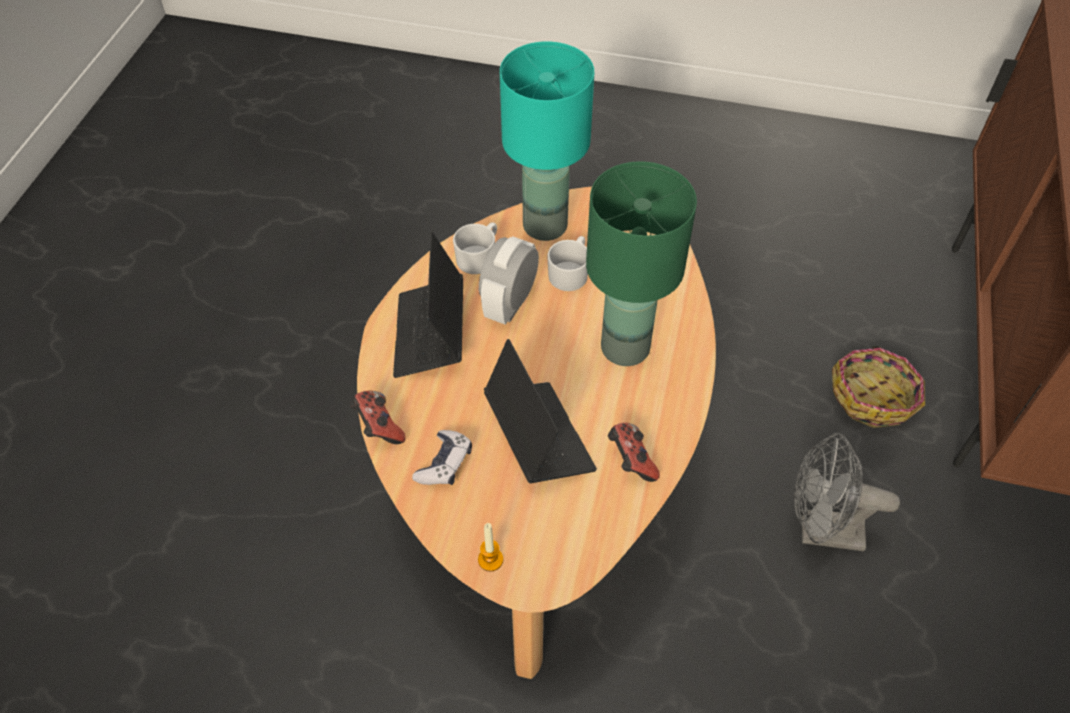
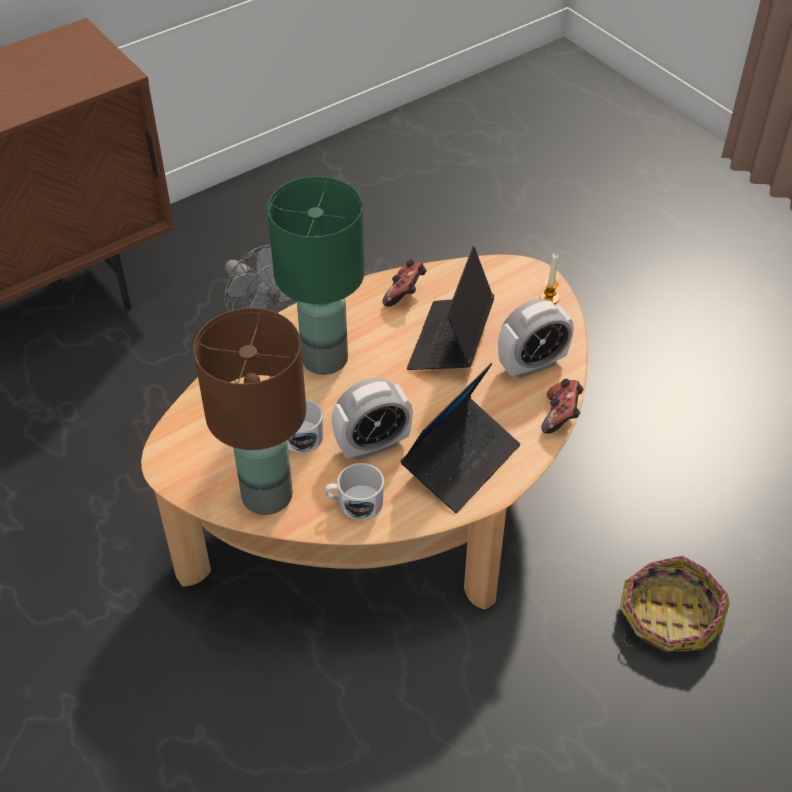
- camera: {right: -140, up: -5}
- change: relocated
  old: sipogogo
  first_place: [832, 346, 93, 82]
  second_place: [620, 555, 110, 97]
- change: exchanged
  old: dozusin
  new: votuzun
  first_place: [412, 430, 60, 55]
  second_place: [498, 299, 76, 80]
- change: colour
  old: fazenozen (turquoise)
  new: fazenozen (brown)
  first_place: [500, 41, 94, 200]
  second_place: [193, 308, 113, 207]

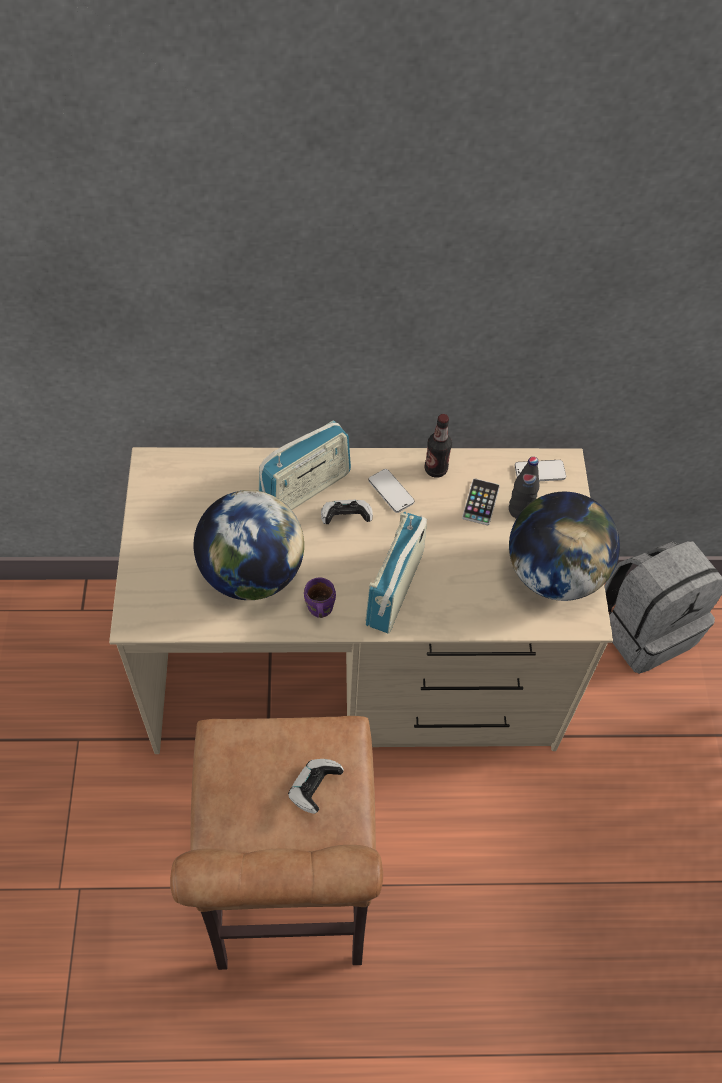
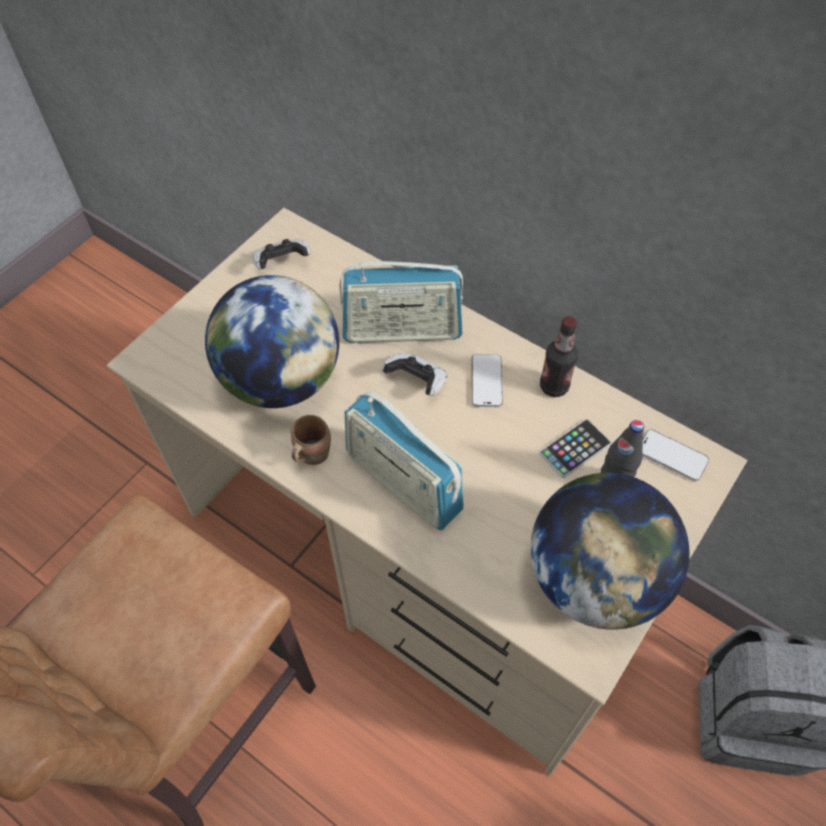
- camera: {right: 40, up: 0}
- change: relocated
  old: dozusin
  first_place: [288, 759, 56, 55]
  second_place: [252, 239, 59, 30]
- change: colour
  old: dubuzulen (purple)
  new: dubuzulen (brown)
  first_place: [304, 578, 32, 40]
  second_place: [291, 415, 40, 50]
- change: spun
  old: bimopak
  first_place: [366, 512, 61, 122]
  second_place: [345, 392, 119, 138]
  degrees: -105

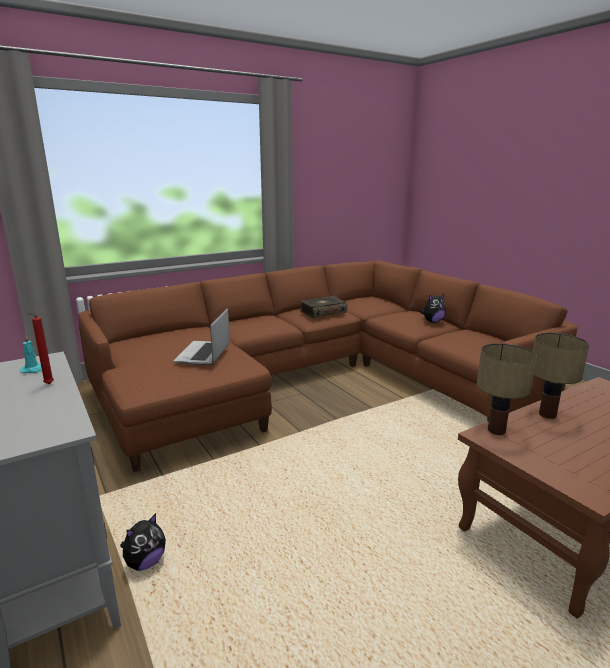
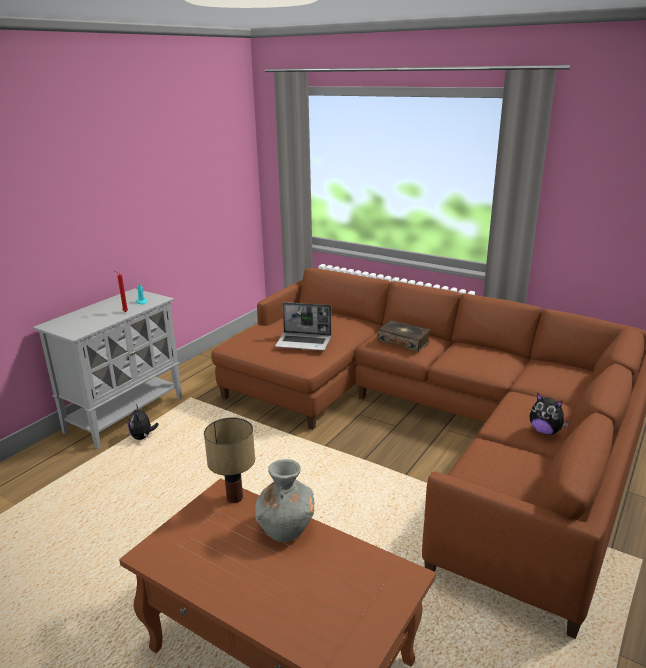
- camera: {right: 65, up: 5}
- change: relocated
  old: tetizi
  first_place: [300, 296, 48, 22]
  second_place: [377, 320, 53, 32]
- change: exchanged
  old: fazenozen
  new: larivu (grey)
  first_place: [533, 333, 56, 86]
  second_place: [255, 459, 59, 84]
- change: spun
  old: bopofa
  first_place: [120, 513, 46, 58]
  second_place: [128, 405, 31, 35]
  degrees: 60
- change: spun
  old: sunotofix
  first_place: [173, 308, 57, 57]
  second_place: [275, 302, 56, 49]
  degrees: -150

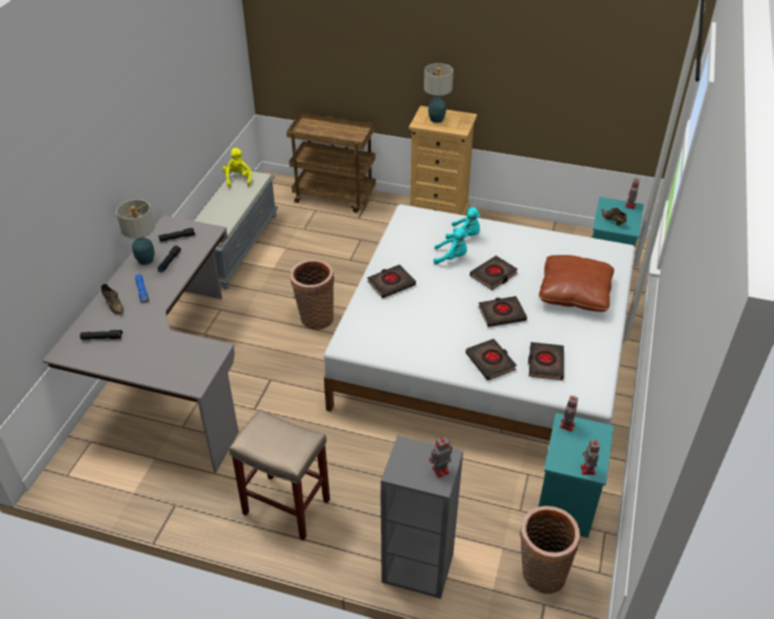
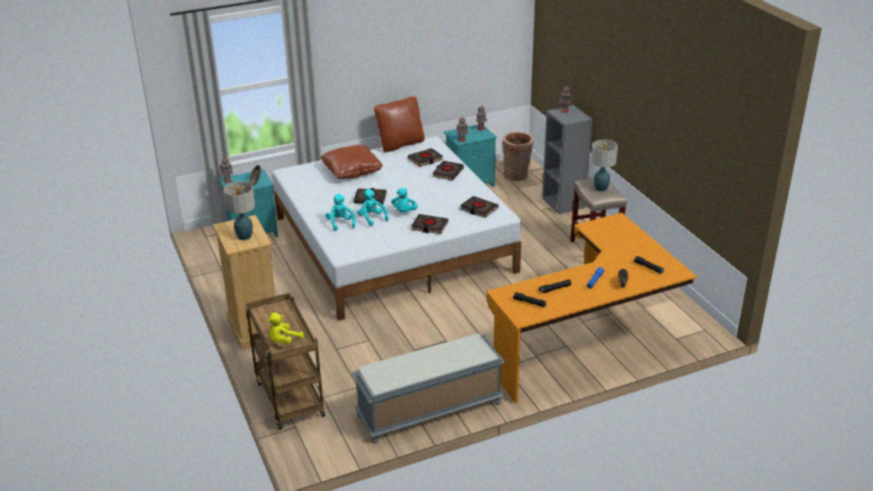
- camera: {right: -130, up: -10}
- change: missing
  old: sipogogo
  first_place: [290, 259, 44, 71]
- change: appeared
  new: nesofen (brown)
  second_place: [374, 96, 50, 56]
- change: appeared
  new: bopofa (turquoise)
  second_place: [391, 188, 27, 25]
- change: relocated
  old: fazenozen
  first_place: [116, 199, 39, 66]
  second_place: [591, 140, 27, 52]
- change: relocated
  old: bopofa (yellow)
  first_place: [222, 148, 30, 39]
  second_place: [267, 312, 37, 32]
- change: relocated
  old: tetizi (black)
  first_place: [478, 296, 49, 31]
  second_place: [460, 196, 38, 22]
- change: colour
  old: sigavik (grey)
  new: sigavik (orange)
  first_place: [42, 215, 197, 258]
  second_place: [486, 213, 211, 191]

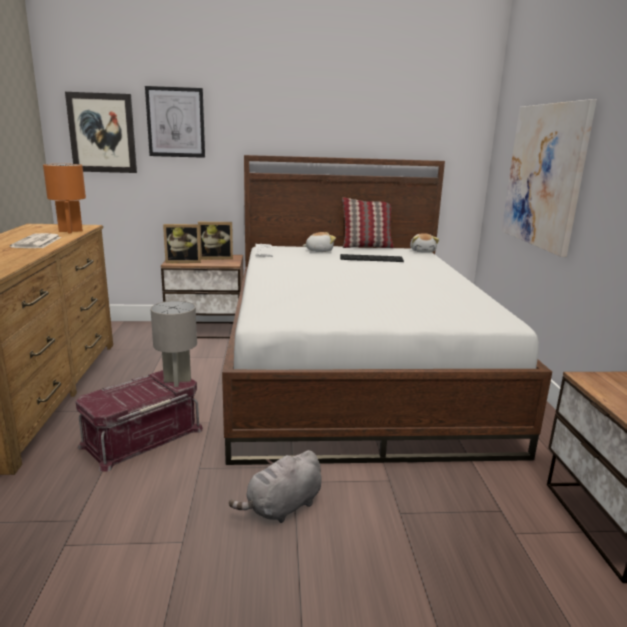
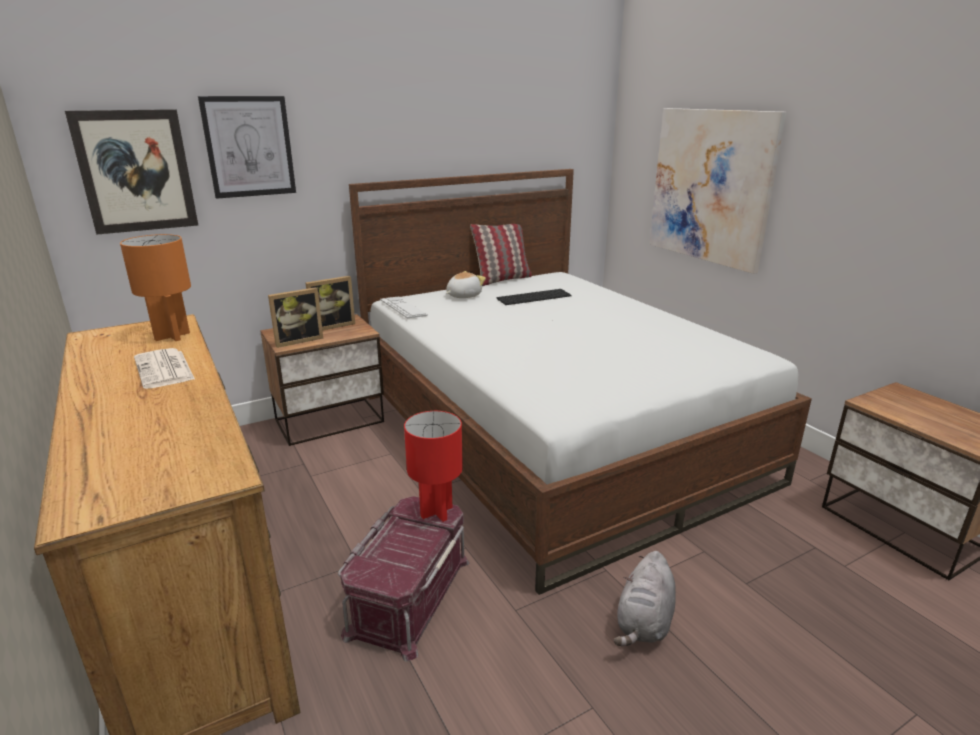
- camera: {right: -25, up: 5}
- change: missing
  old: bopofa
  first_place: [410, 233, 29, 20]
- change: colour
  old: fazenozen (grey)
  new: fazenozen (red)
  first_place: [150, 301, 47, 86]
  second_place: [404, 411, 59, 111]

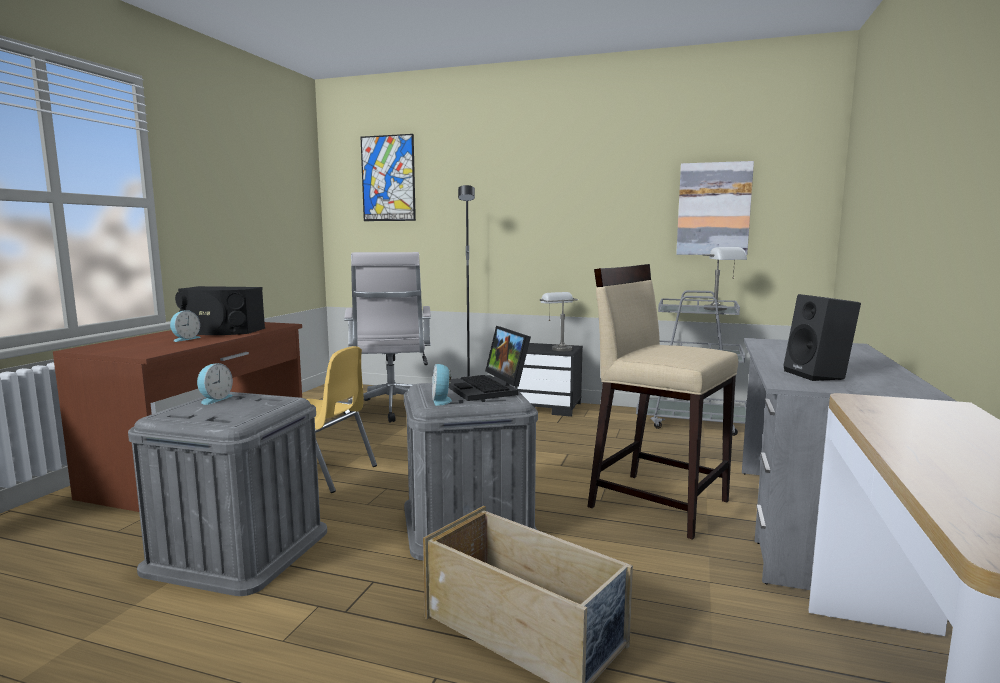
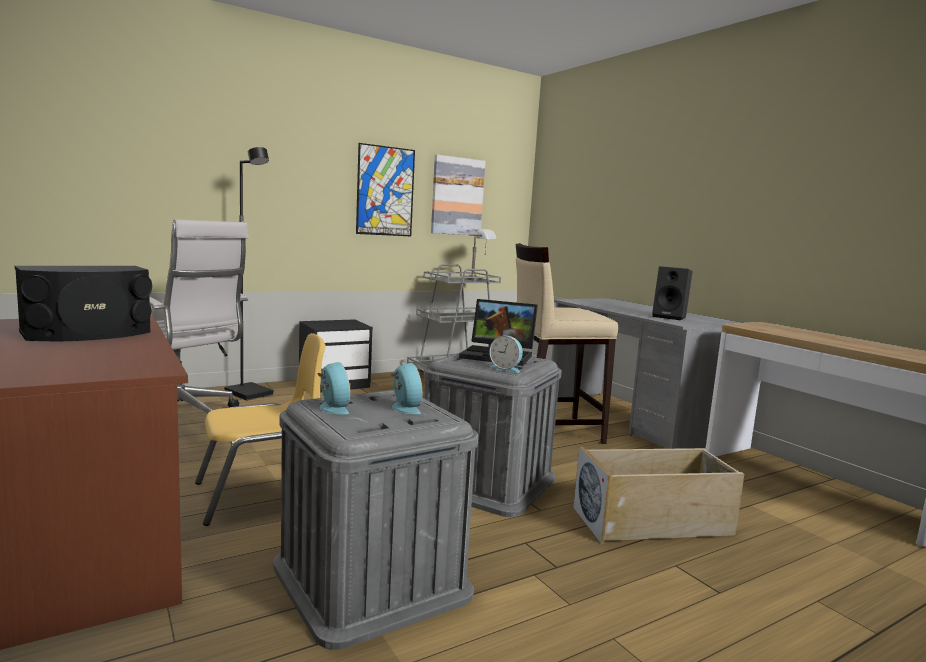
- camera: {right: -50, up: 0}
- change: missing
  old: fazenozen (grey)
  first_place: [540, 292, 38, 59]
- change: relocated
  old: votuzun
  first_place: [170, 310, 31, 32]
  second_place: [391, 363, 31, 51]
- change: relocated
  old: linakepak
  first_place: [361, 134, 55, 87]
  second_place: [356, 143, 59, 93]

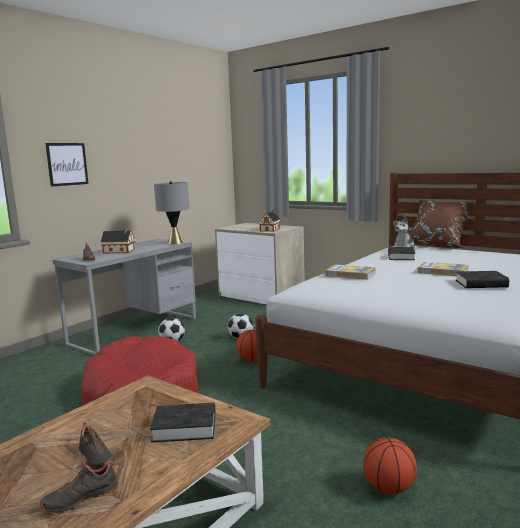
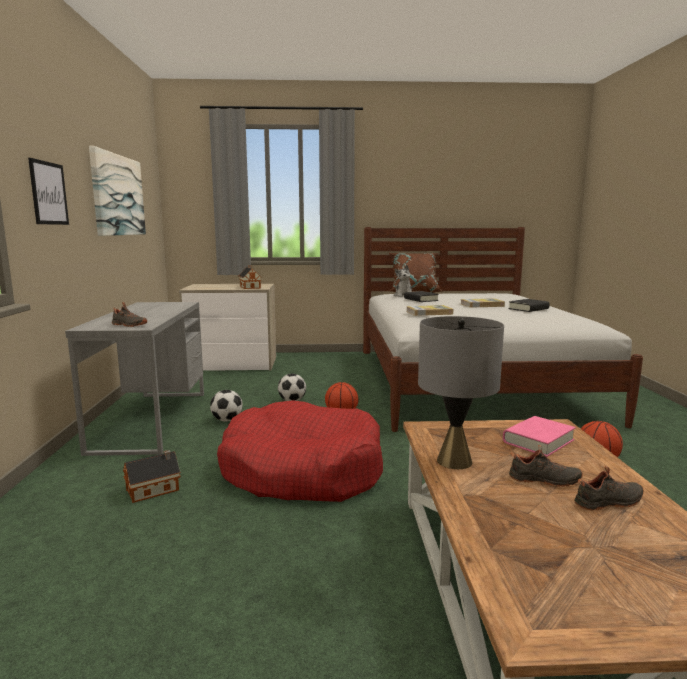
- camera: {right: -40, up: 0}
- change: appeared
  new: linakepak
  second_place: [89, 146, 57, 90]
- change: relocated
  old: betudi
  first_place: [101, 229, 34, 24]
  second_place: [123, 450, 58, 53]
- change: relocated
  old: fazenozen (grey)
  first_place: [154, 181, 35, 63]
  second_place: [418, 316, 86, 153]
- change: colour
  old: tetizi (black)
  new: tetizi (pink)
  first_place: [150, 403, 66, 39]
  second_place: [503, 416, 73, 41]
- change: spun
  old: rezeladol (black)
  first_place: [40, 458, 78, 56]
  second_place: [574, 466, 70, 44]
  degrees: -120

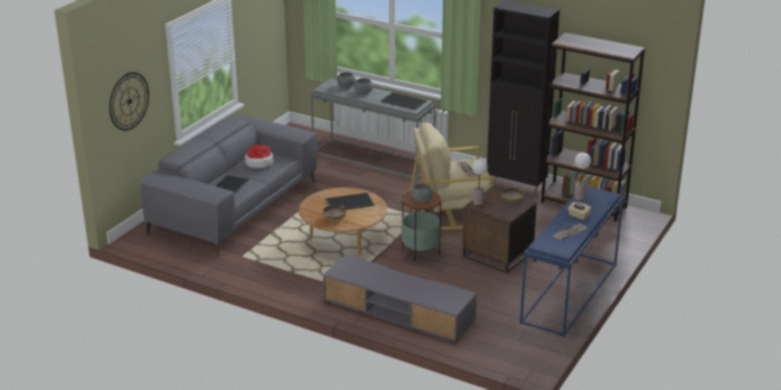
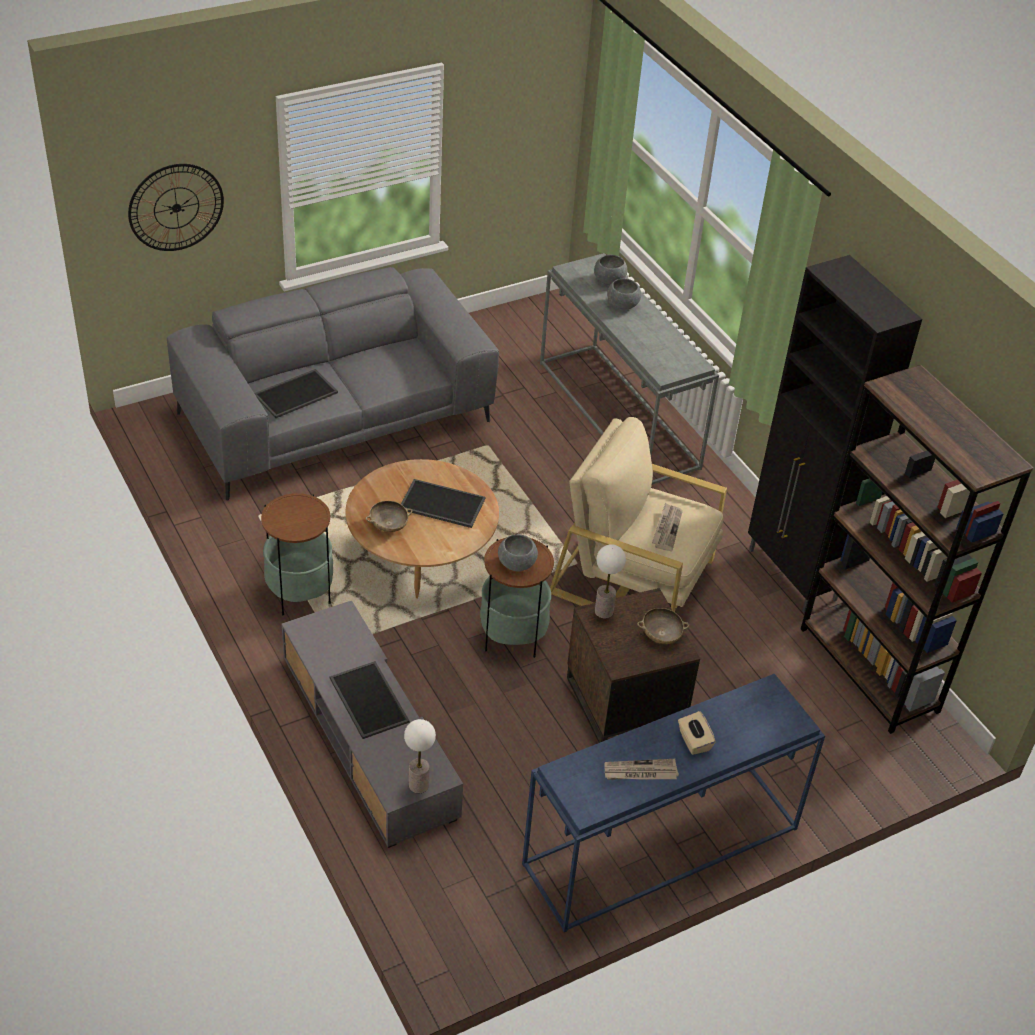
- camera: {right: 30, up: 15}
- change: missing
  old: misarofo
  first_place: [245, 145, 29, 23]
- change: appeared
  new: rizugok
  second_place: [261, 493, 72, 122]
- change: relocated
  old: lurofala
  first_place: [381, 92, 46, 18]
  second_place: [330, 661, 79, 78]
- change: relocated
  old: fazenozen
  first_place: [574, 153, 17, 48]
  second_place: [404, 719, 32, 74]

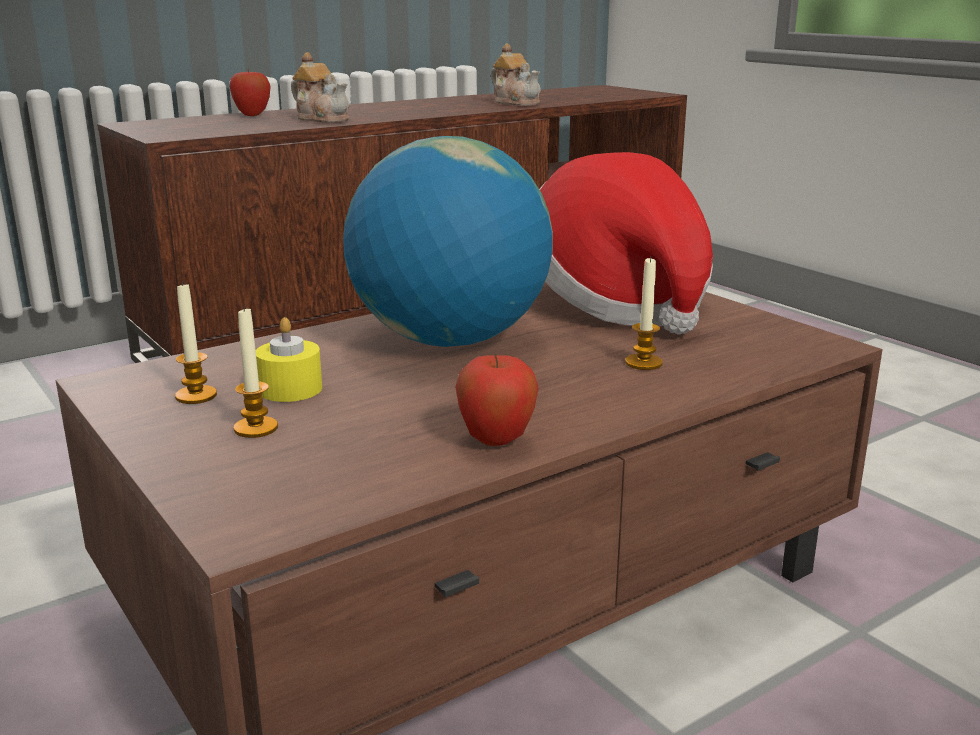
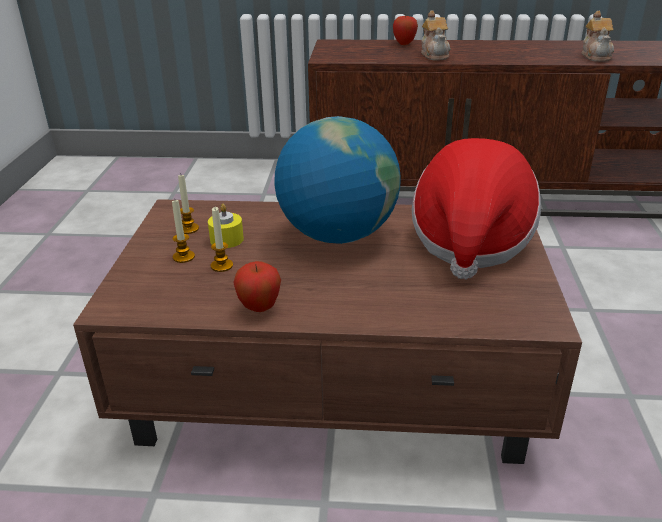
- camera: {right: 40, up: 10}
- change: relocated
  old: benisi
  first_place: [625, 256, 38, 114]
  second_place: [210, 207, 23, 65]

